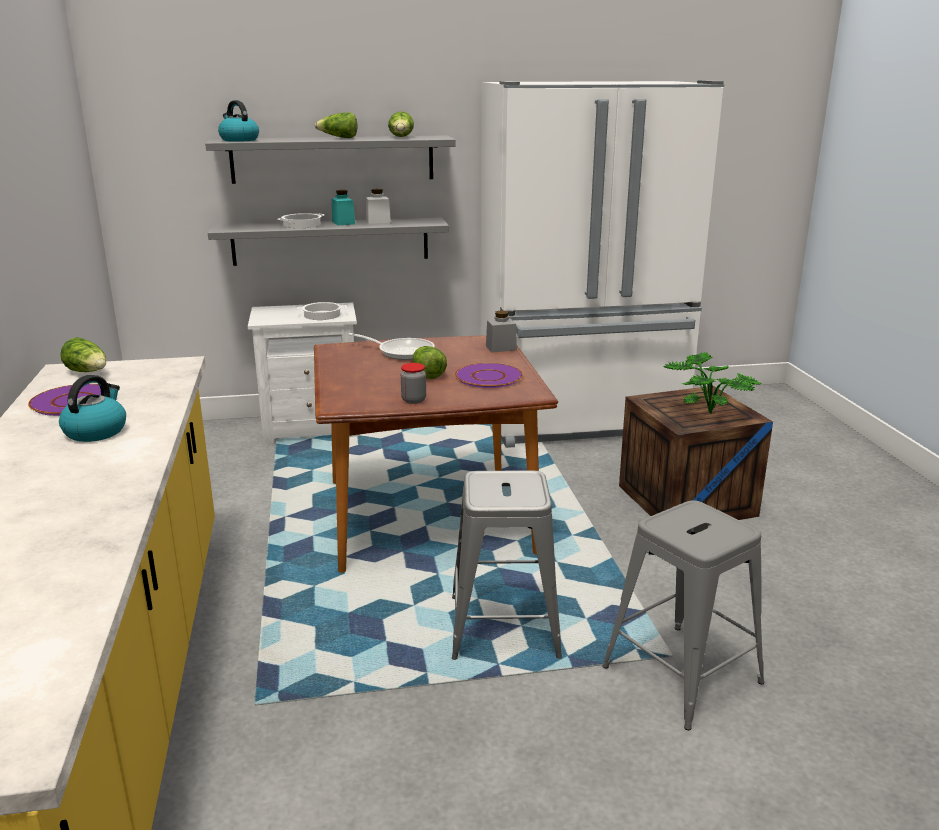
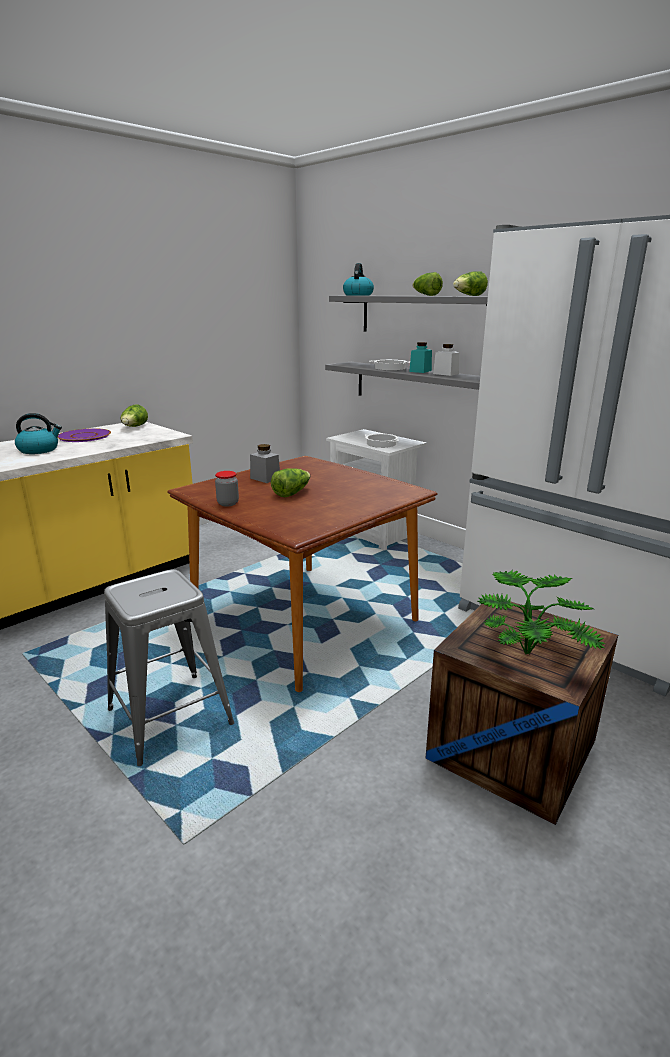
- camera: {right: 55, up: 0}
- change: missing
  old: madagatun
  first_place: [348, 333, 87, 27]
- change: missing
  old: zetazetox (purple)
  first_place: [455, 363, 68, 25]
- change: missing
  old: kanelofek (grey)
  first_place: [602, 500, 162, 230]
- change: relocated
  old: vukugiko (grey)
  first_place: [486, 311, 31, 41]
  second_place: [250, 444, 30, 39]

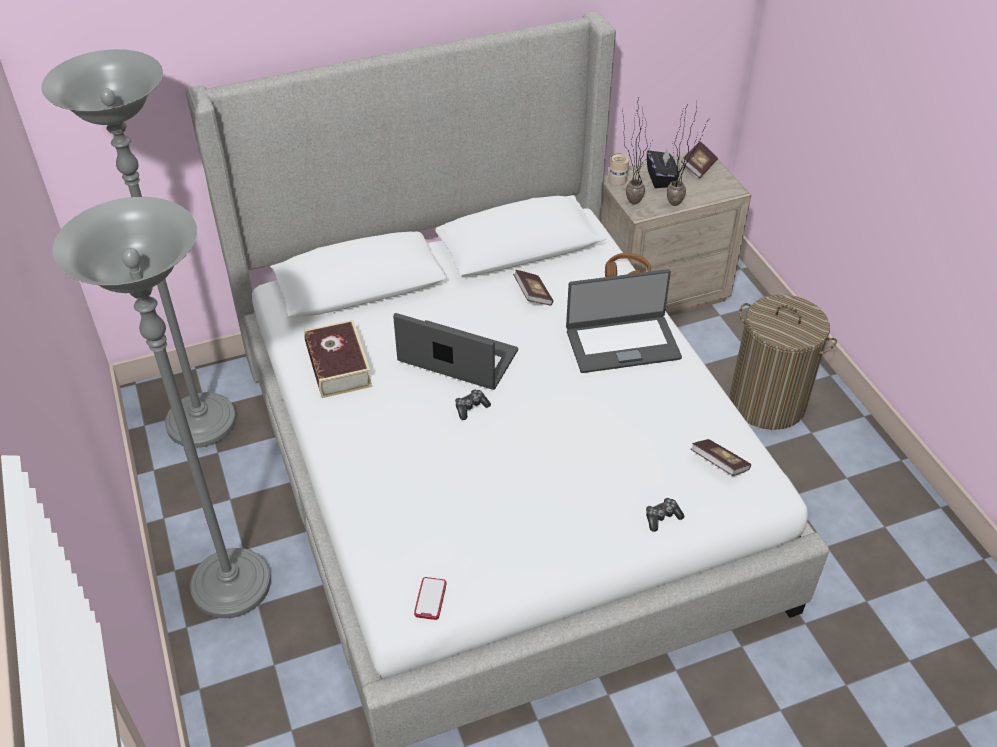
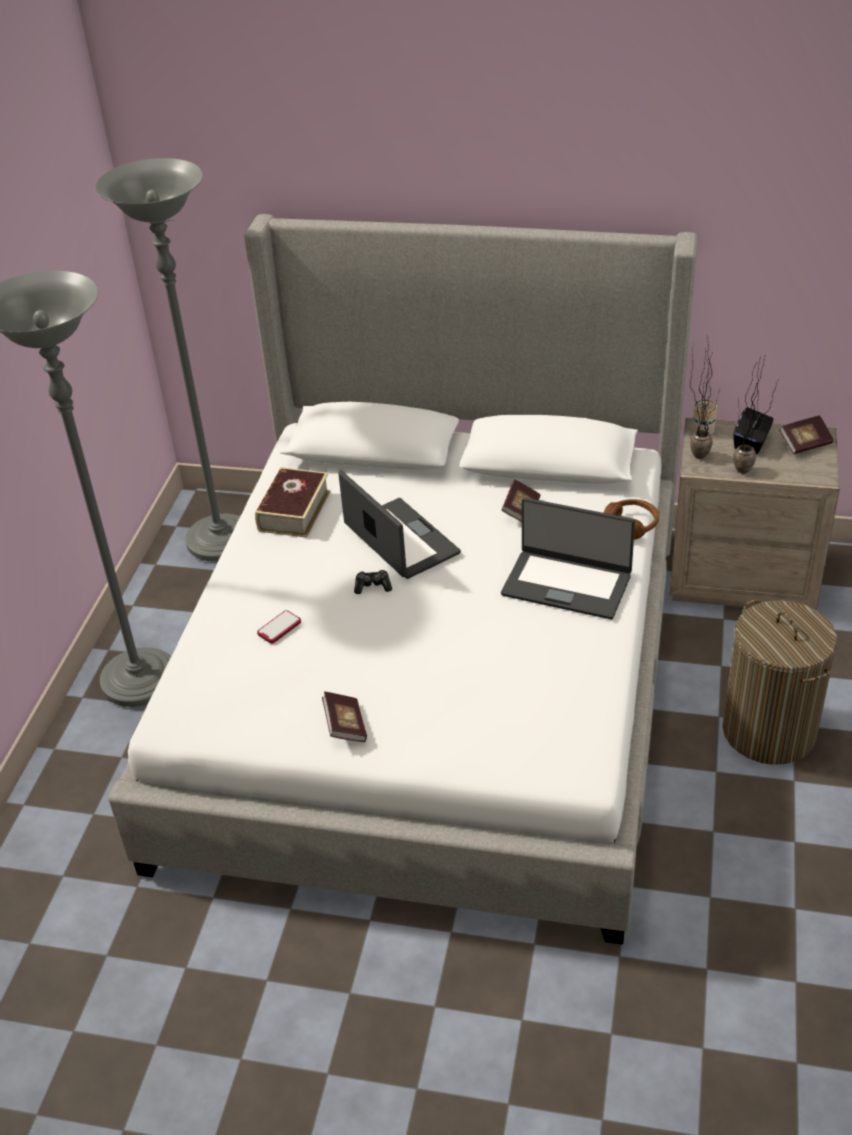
- camera: {right: 35, up: -5}
- change: missing
  old: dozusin
  first_place: [646, 498, 38, 34]
- change: relocated
  old: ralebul
  first_place: [414, 577, 32, 43]
  second_place: [257, 610, 44, 34]
- change: relocated
  old: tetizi
  first_place: [691, 439, 60, 37]
  second_place: [322, 692, 45, 50]

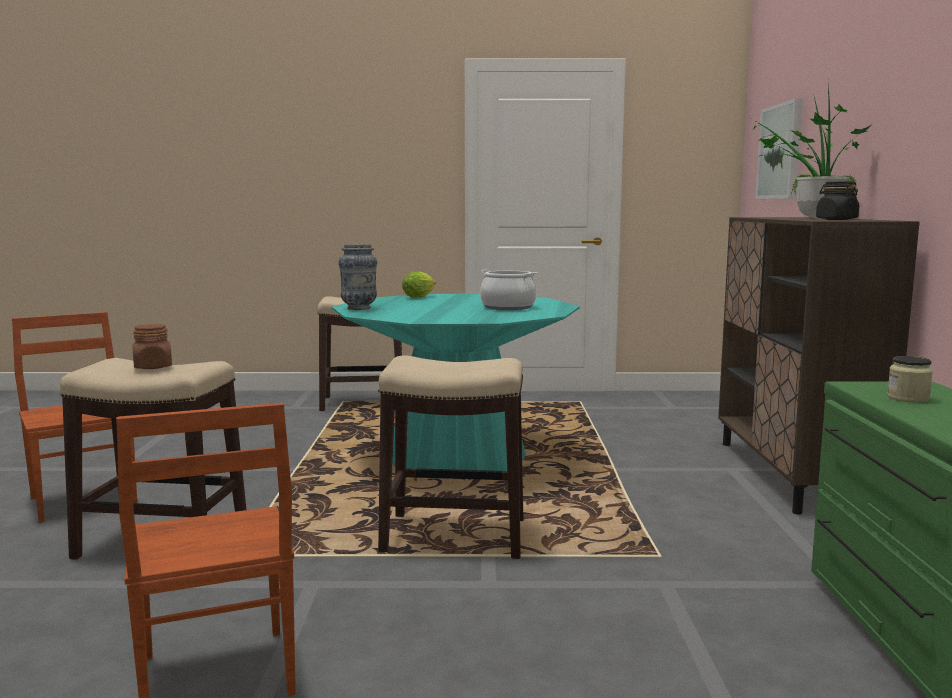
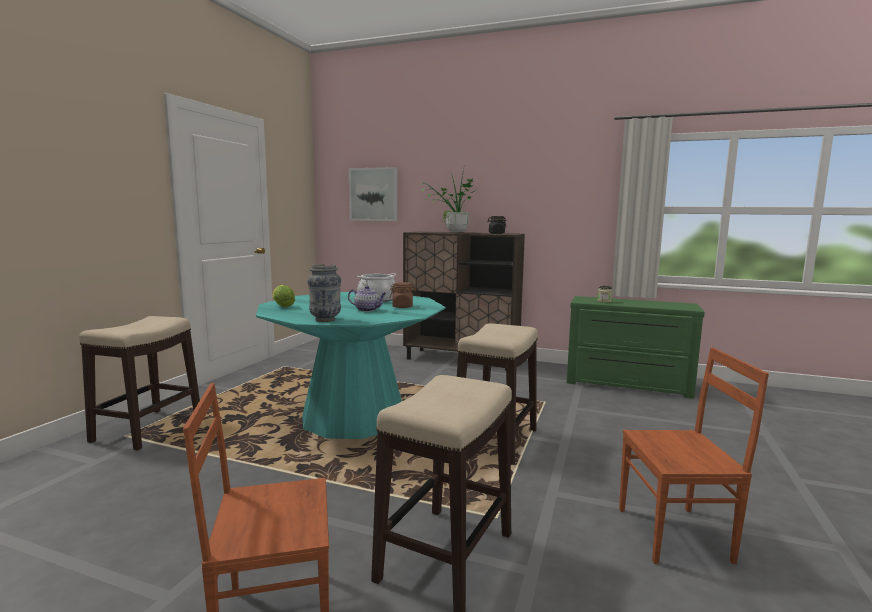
- camera: {right: -70, up: 0}
- change: appeared
  new: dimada
  second_place: [348, 286, 39, 26]
- change: relocated
  old: vukugiko (brown)
  first_place: [132, 324, 40, 45]
  second_place: [390, 282, 26, 26]

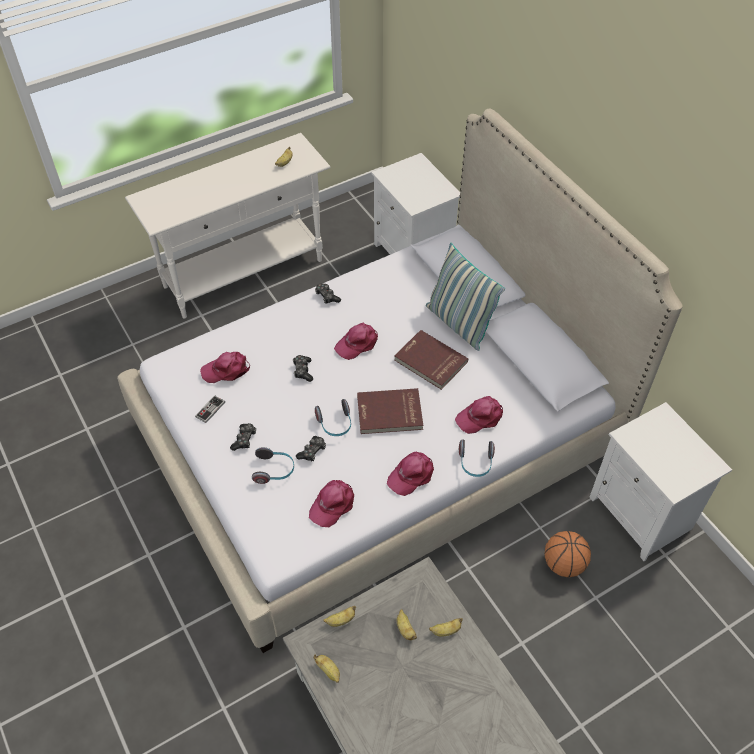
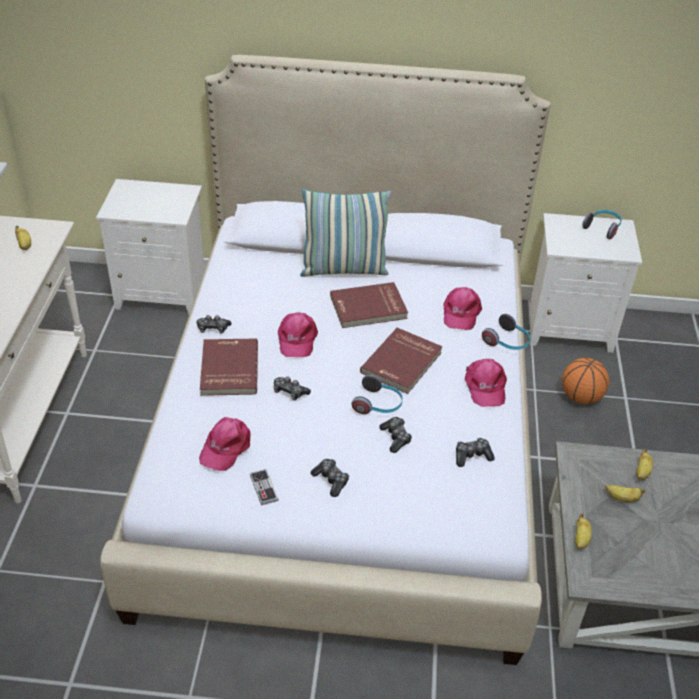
- camera: {right: -55, up: -10}
- change: missing
  old: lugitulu
  first_place: [314, 654, 26, 29]
- change: appeared
  new: tetizi (red)
  second_place: [200, 339, 58, 57]
- change: relocated
  old: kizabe
  first_place: [252, 447, 42, 37]
  second_place: [582, 210, 40, 29]
- change: exchanged
  old: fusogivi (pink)
  new: dozusin
  first_place: [309, 480, 45, 47]
  second_place: [456, 438, 39, 29]

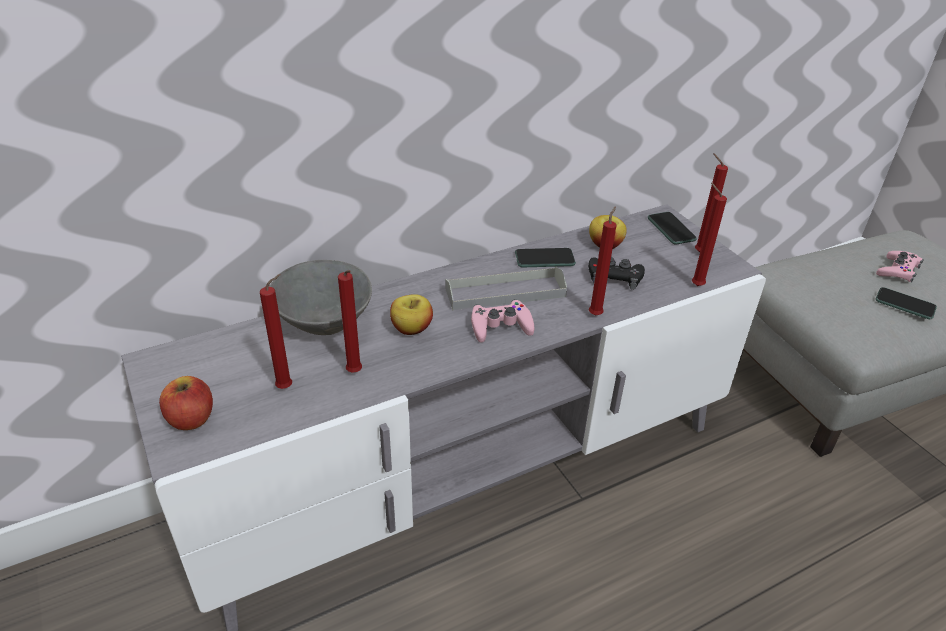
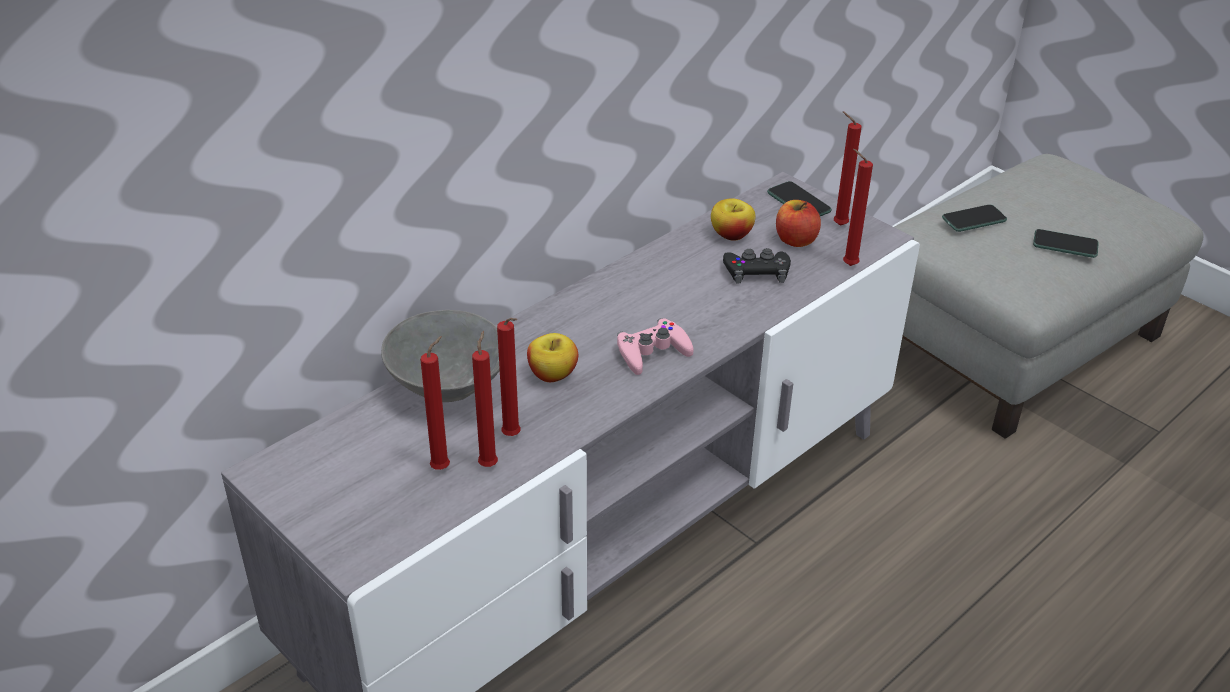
- camera: {right: -15, up: 0}
- change: missing
  old: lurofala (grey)
  first_place: [445, 267, 122, 44]
- change: missing
  old: dozusin (pink)
  first_place: [876, 251, 48, 32]
- change: relocated
  old: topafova
  first_place: [159, 376, 54, 54]
  second_place: [776, 200, 45, 47]
- change: relocated
  old: ralebul
  first_place: [515, 248, 61, 19]
  second_place: [942, 205, 65, 27]
- change: relocated
  old: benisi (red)
  first_place: [589, 206, 28, 110]
  second_place: [472, 330, 26, 137]

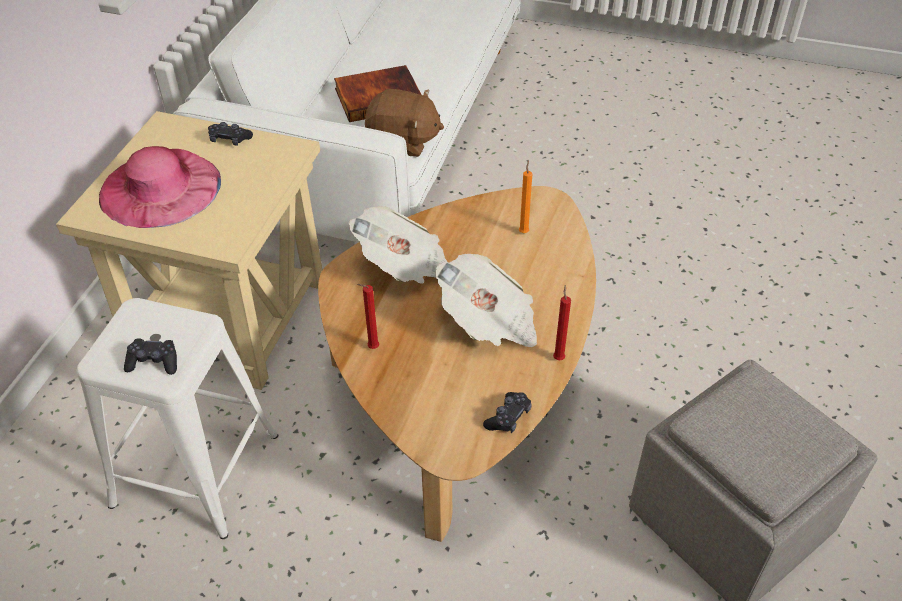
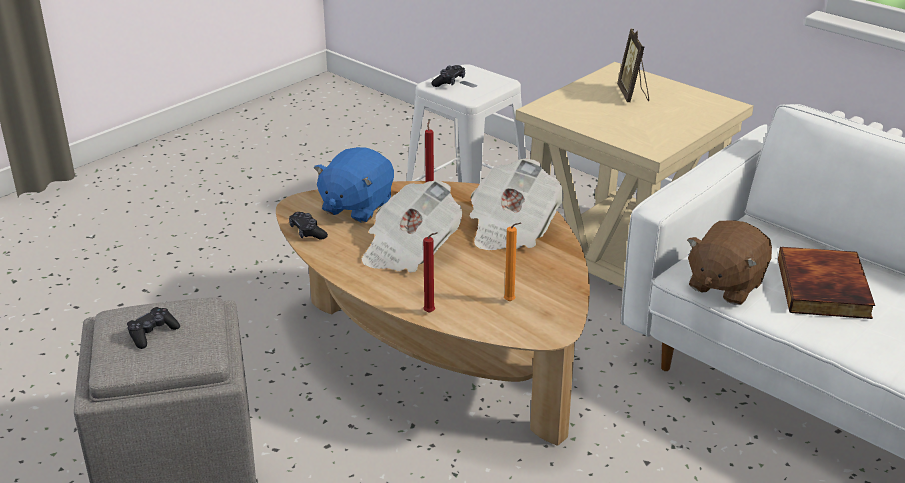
- camera: {right: 115, up: -15}
- change: appeared
  new: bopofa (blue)
  second_place: [314, 147, 80, 76]
- change: relocated
  old: dozusin (black)
  first_place: [208, 122, 45, 24]
  second_place: [127, 307, 53, 42]
- change: relocated
  old: benisi (red)
  first_place: [553, 285, 18, 75]
  second_place: [423, 232, 15, 81]
- change: exchanged
  old: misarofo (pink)
  new: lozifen
  first_place: [99, 146, 122, 82]
  second_place: [617, 29, 32, 73]

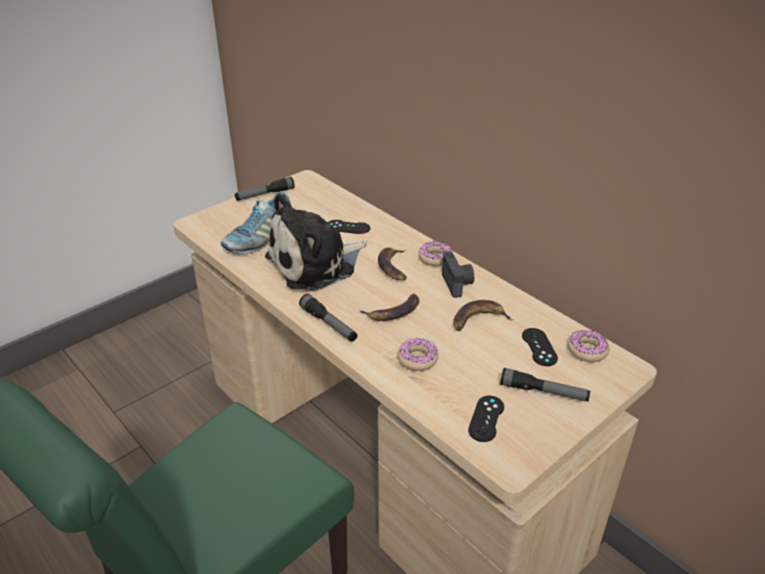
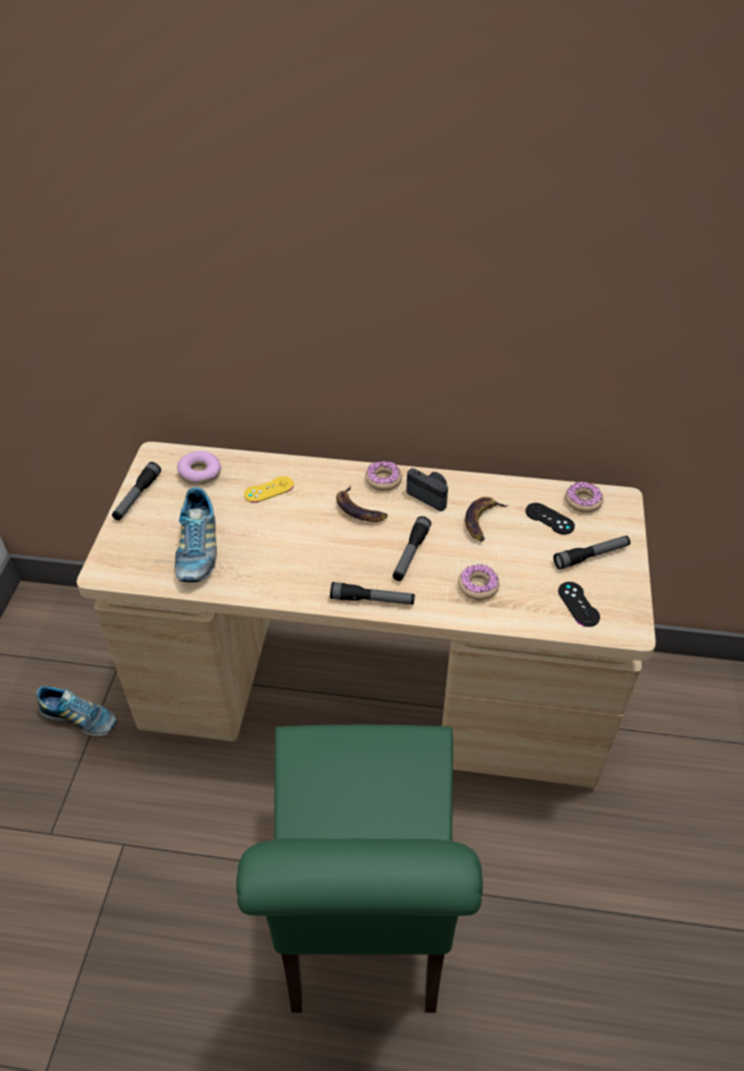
- camera: {right: -40, up: 10}
- change: missing
  old: bopofa
  first_place: [265, 193, 102, 98]
- change: appeared
  new: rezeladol
  second_place: [36, 686, 81, 50]
- change: appeared
  new: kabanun
  second_place: [177, 451, 44, 35]
- change: exchanged
  old: lugitulu
  new: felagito
  first_place: [359, 294, 60, 27]
  second_place: [393, 516, 38, 65]
- change: colour
  old: dozusin (black)
  new: dozusin (yellow)
  first_place: [328, 220, 42, 14]
  second_place: [244, 476, 50, 27]

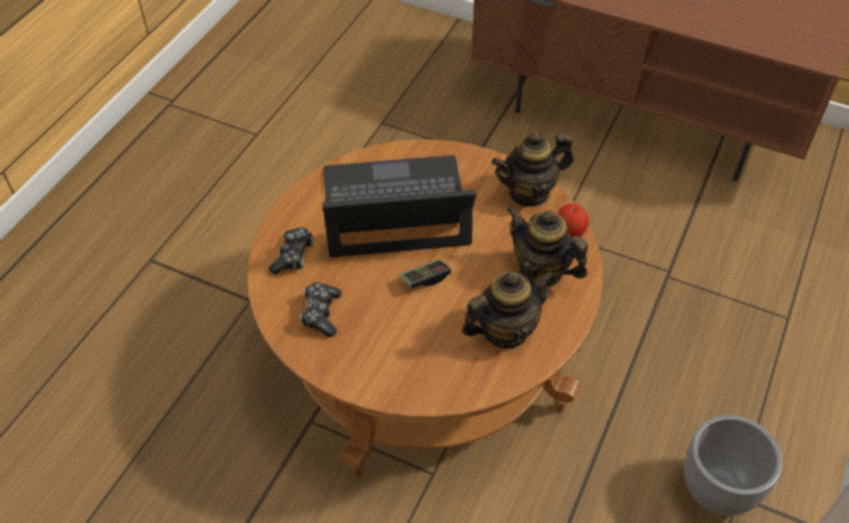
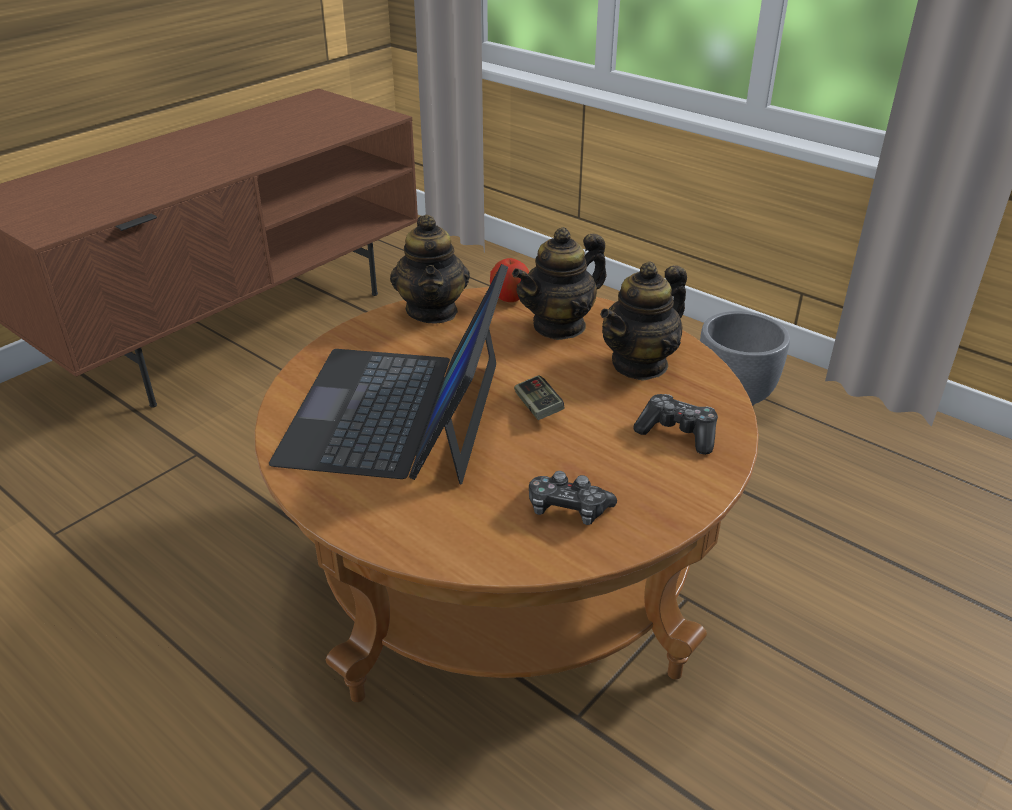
- camera: {right: -75, up: -15}
- change: relocated
  old: dozusin
  first_place: [269, 227, 45, 47]
  second_place: [633, 394, 85, 61]
- change: spun
  old: dimada
  first_place: [462, 271, 93, 77]
  second_place: [600, 261, 87, 120]
  degrees: -120

